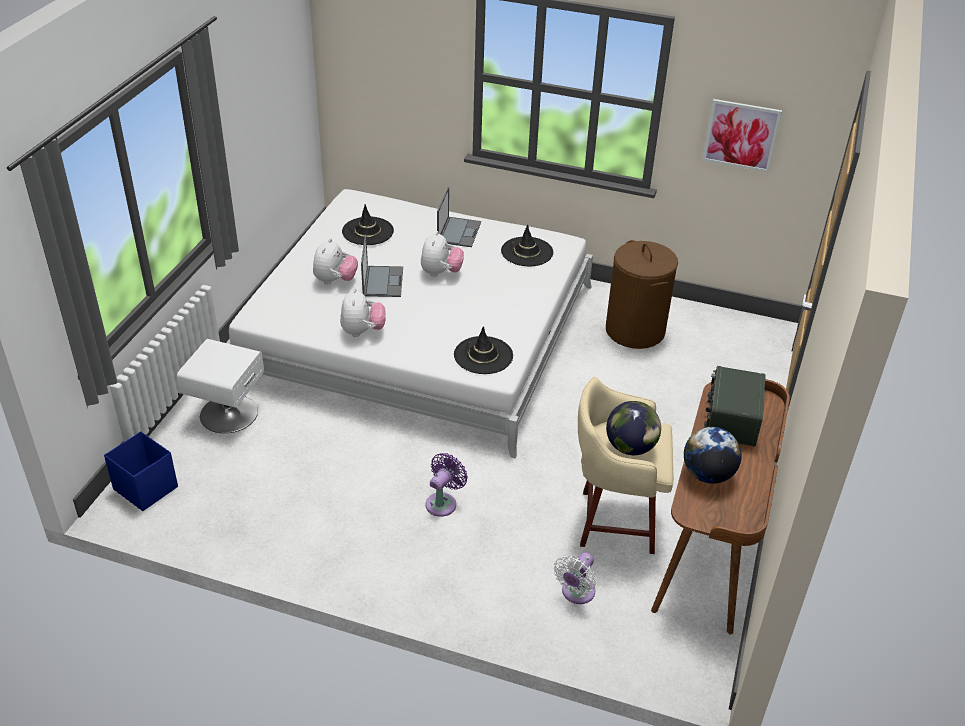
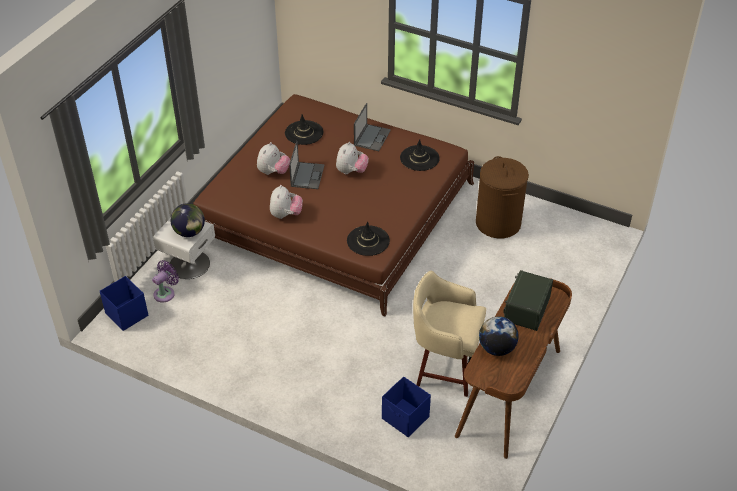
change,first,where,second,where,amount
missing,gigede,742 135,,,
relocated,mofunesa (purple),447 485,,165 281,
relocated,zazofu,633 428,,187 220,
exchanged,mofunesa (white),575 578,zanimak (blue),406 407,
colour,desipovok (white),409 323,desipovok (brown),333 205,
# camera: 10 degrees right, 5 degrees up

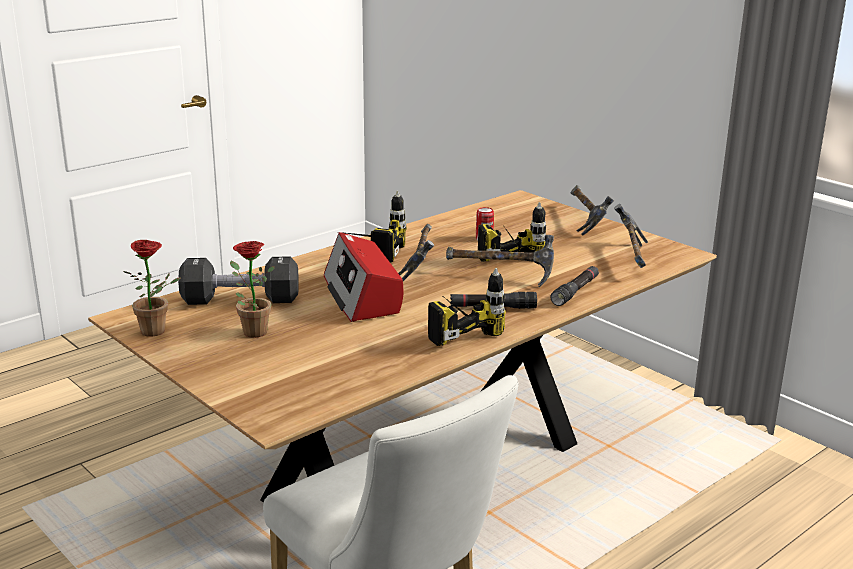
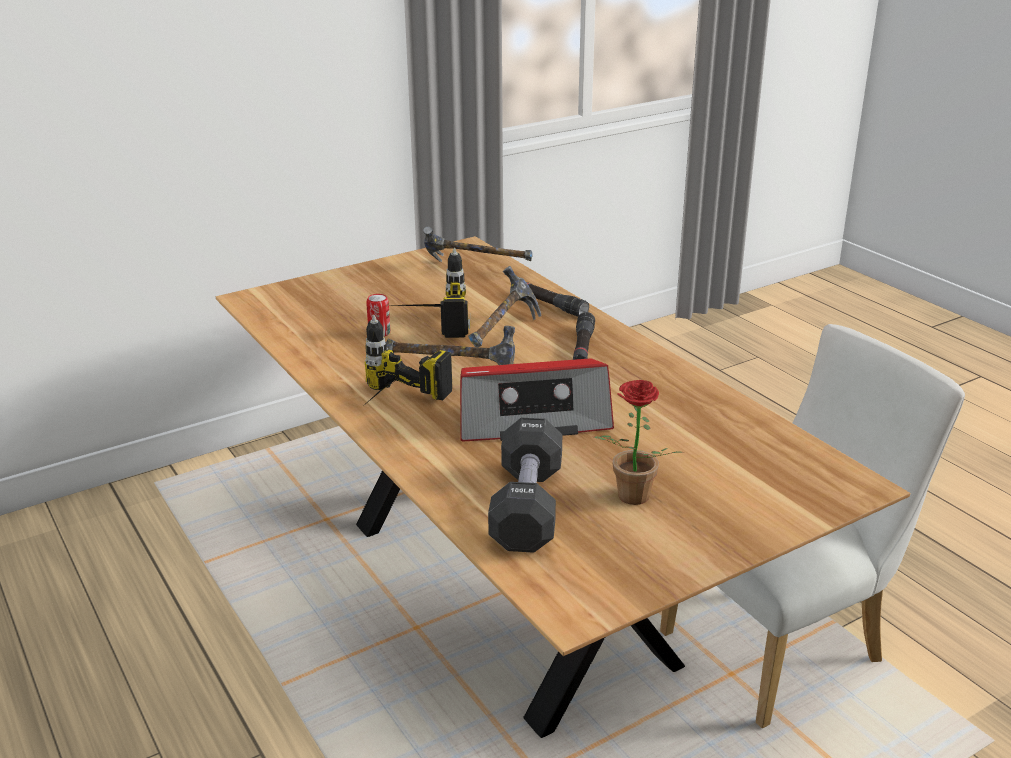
change,first,where,second,where,amount
missing,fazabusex,152 288,,,
missing,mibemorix,467 307,,,
missing,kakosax,592 210,,,
# camera: 80 degrees left, 5 degrees up

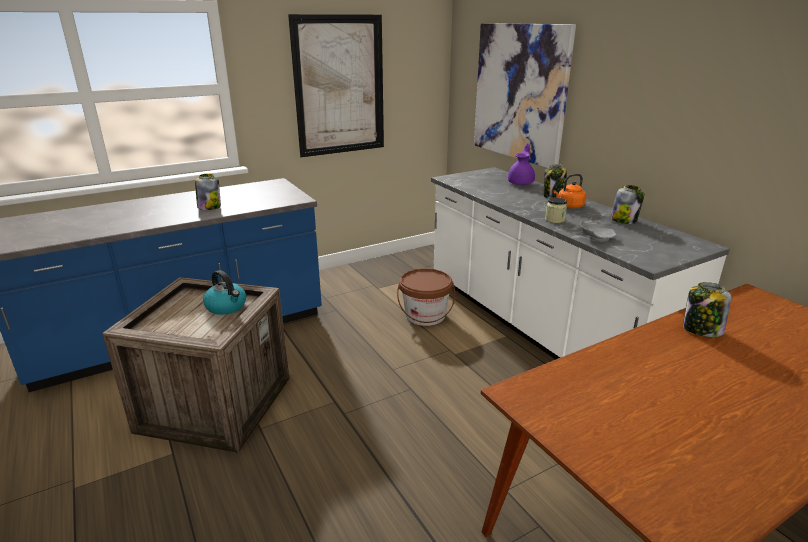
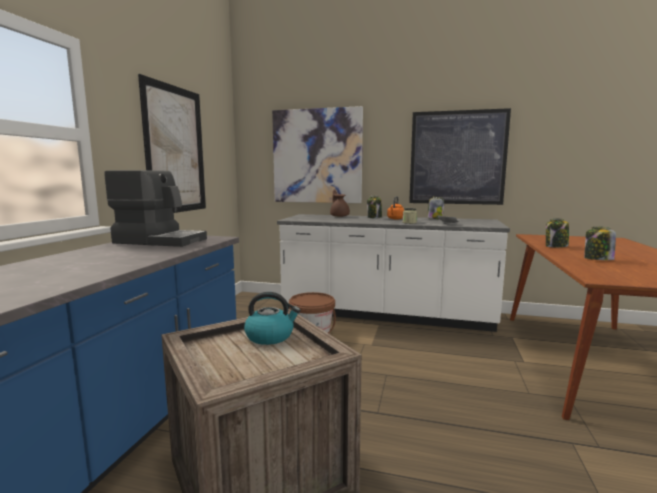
change,first,where,second,where,amount
appeared,,,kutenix,155 208,
appeared,,,gigede,460 156,
relocated,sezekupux,208 192,,600 243,
colour,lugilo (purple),521 164,lugilo (brown),340 203,
# camera: 45 degrees left, 15 degrees down

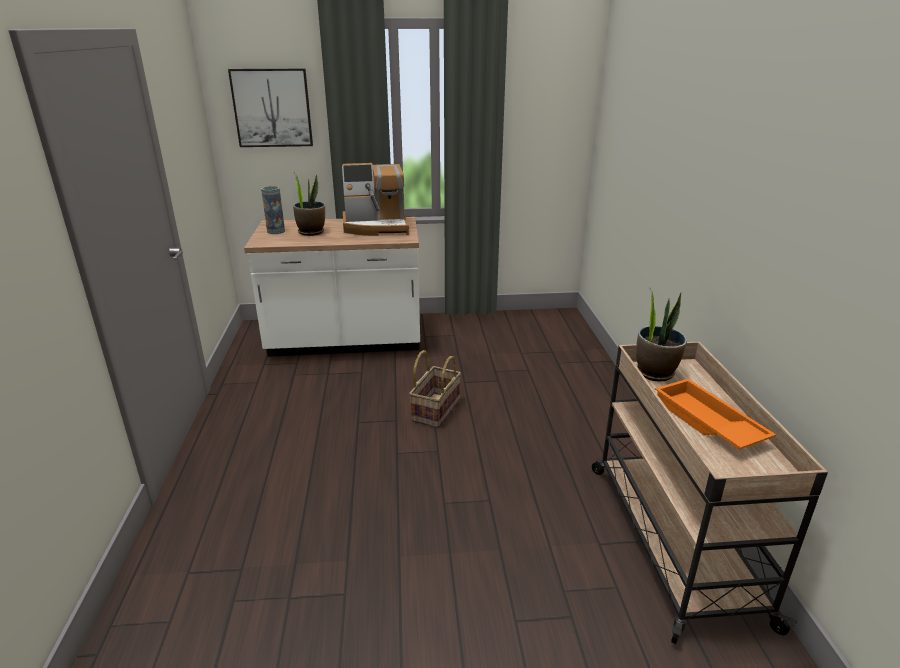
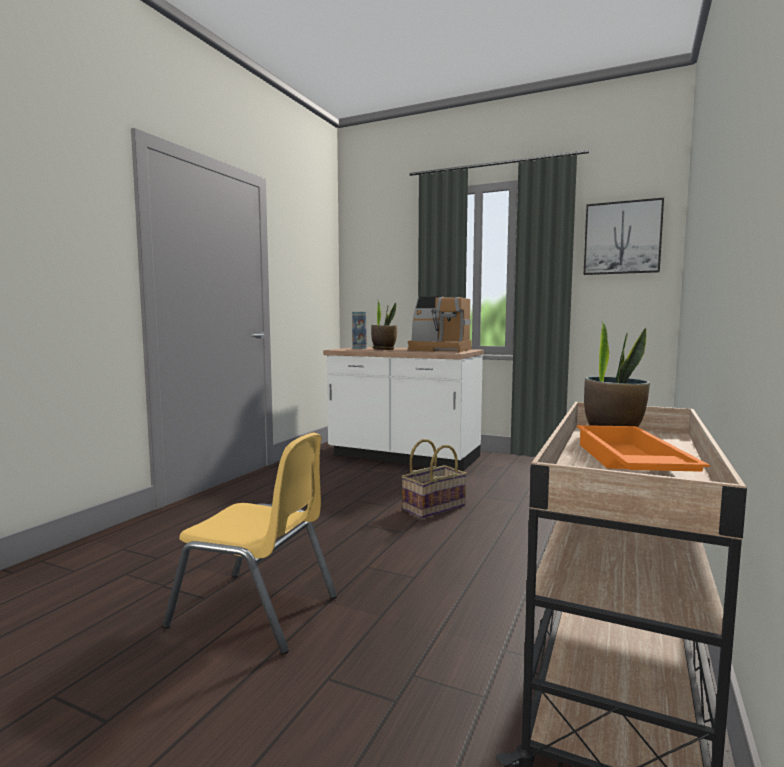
change,first,where,second,where,amount
appeared,,,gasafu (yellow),250 544,
relocated,gigede,270 108,,624 236,
# camera: 30 degrees right, 20 degrees down

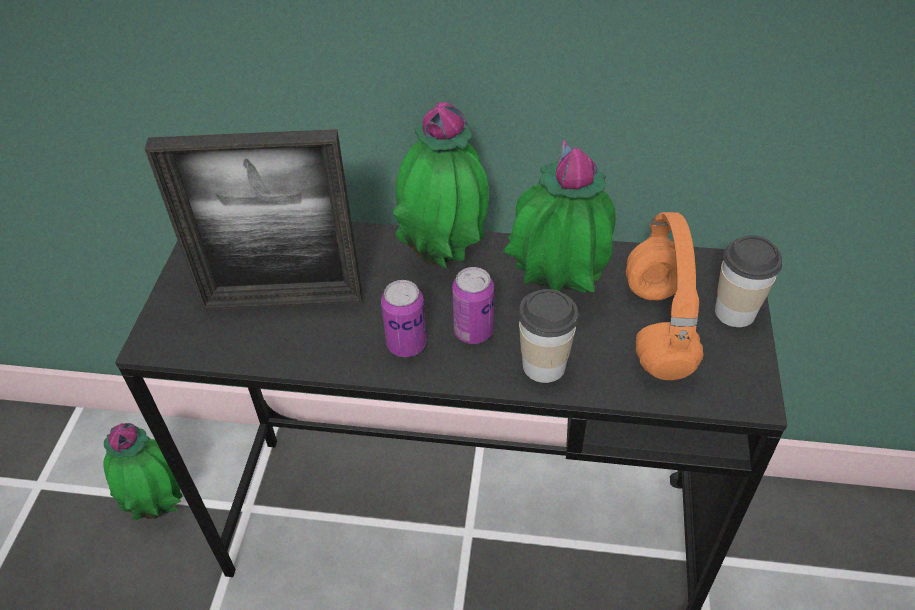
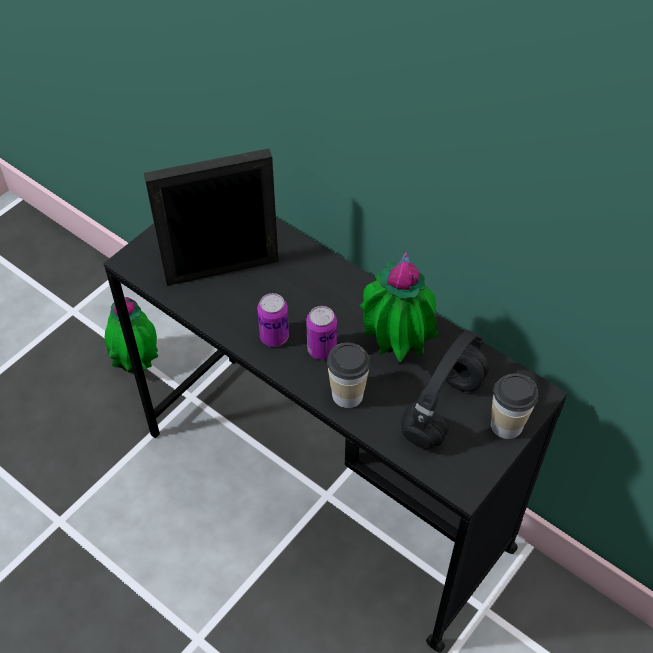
change,first,where,second,where,amount
missing,fazabusex,441 185,,,
colour,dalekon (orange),664 296,dalekon (black),445 389,
spun,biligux,253 219,,211 217,135 degrees clockwise
# camera: 30 degrees right, 5 degrees up

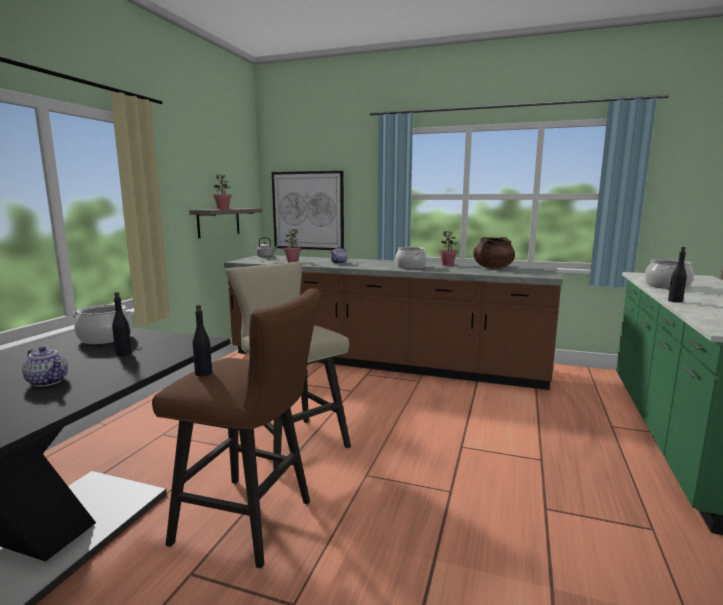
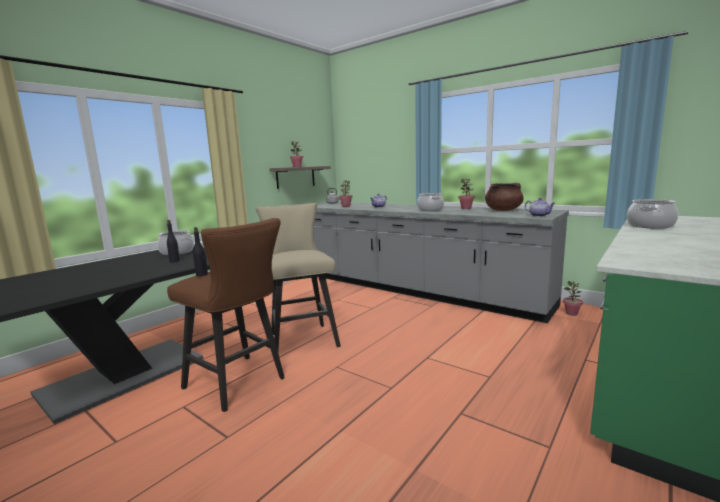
change,first,where,second,where,amount
missing,gigede,308 210,,,
missing,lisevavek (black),677 275,,,
appeared,,,fazabusex,573 298,
relocated,lugilo,45 366,,540 207,
colour,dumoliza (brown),393 322,dumoliza (grey),441 262,
# camera: 20 degrees right, 0 degrees up

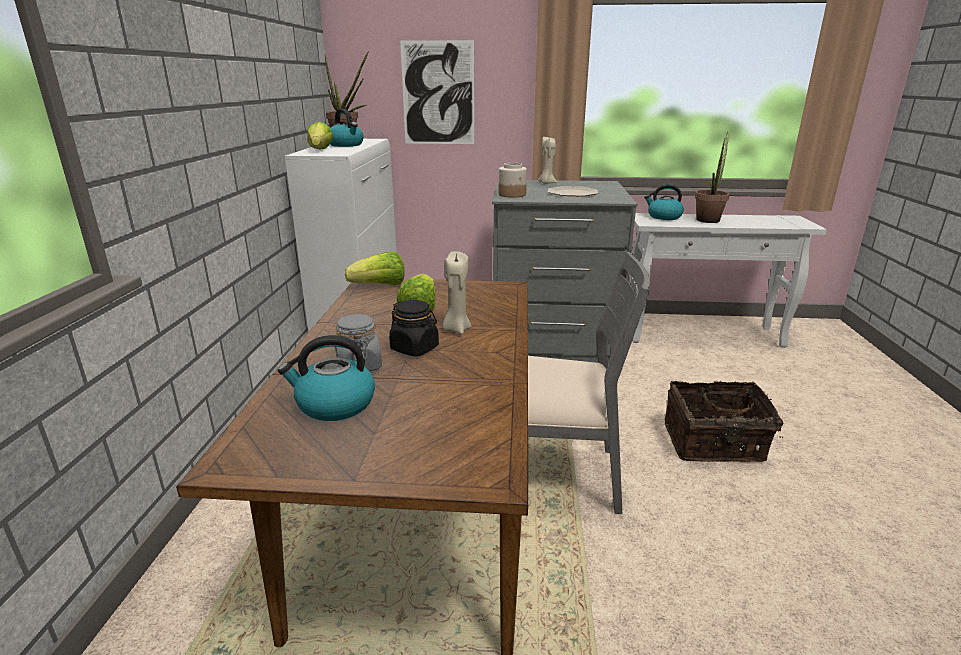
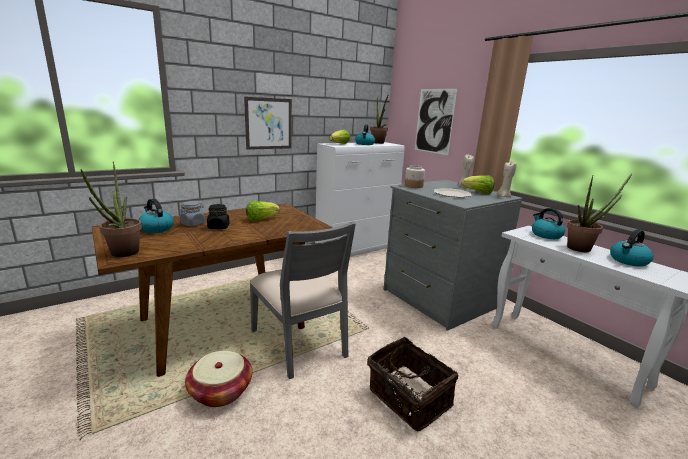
change,first,where,second,where,amount
appeared,,,fazabusex,111 209,
appeared,,,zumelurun,218 379,
appeared,,,gigede,268 123,
appeared,,,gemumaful,632 248,
relocated,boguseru,375 268,,478 184,
relocated,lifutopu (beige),456 292,,507 179,
# camera: 50 degrees right, 5 degrees down

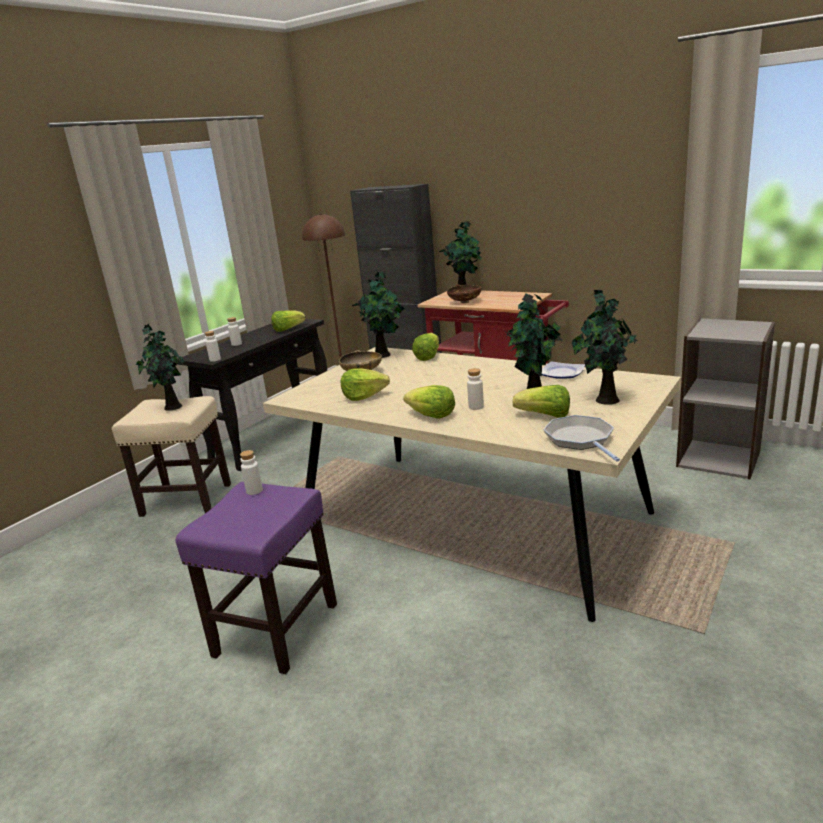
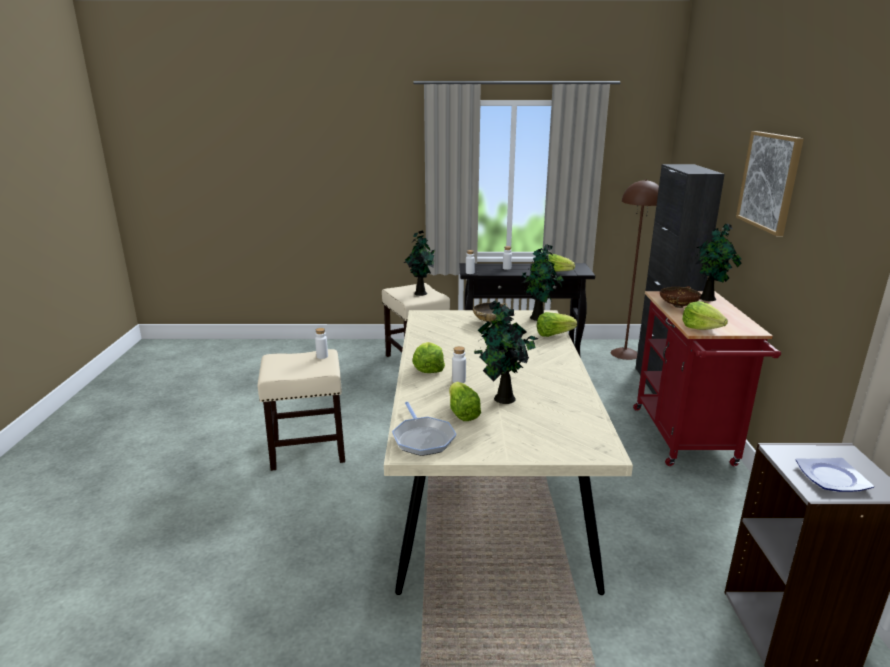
change,first,where,second,where,amount
missing,fazabusex,605 347,,,
appeared,,,gigede,770 183,
relocated,boguseru,365 384,,705 315,
relocated,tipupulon,563 370,,835 475,
colour,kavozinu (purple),256 578,kavozinu (beige),301 410,
spun,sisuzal,581 438,,424 429,120 degrees clockwise
# camera: 55 degrees right, 0 degrees up

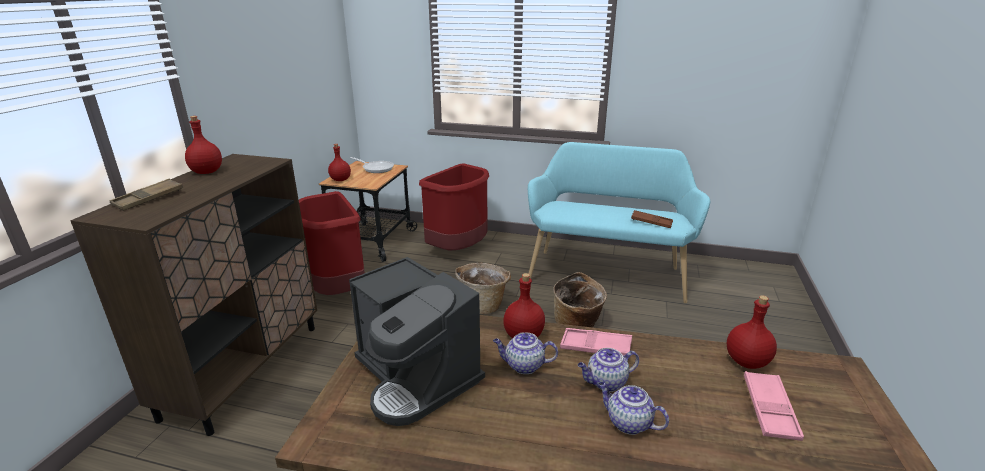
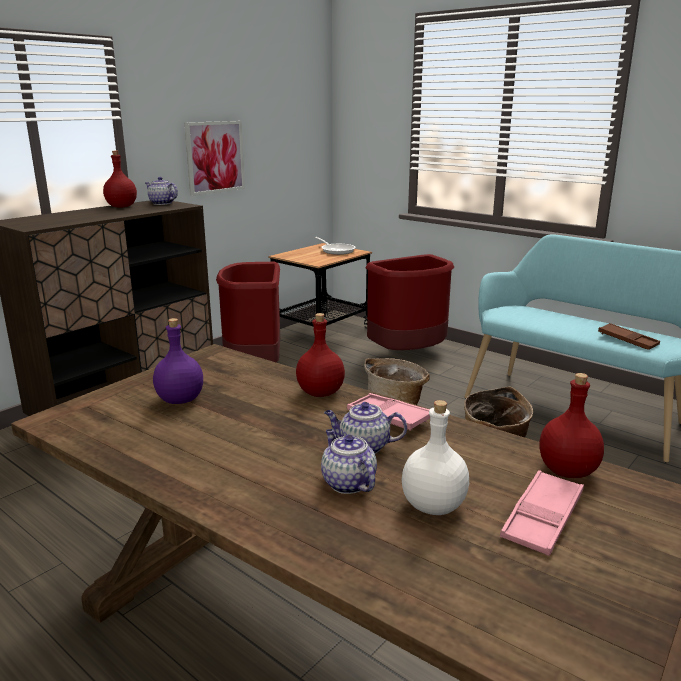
change,first,where,second,where,amount
missing,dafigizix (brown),146 195,,,
missing,lisevavek (red),339 162,,,
appeared,,,gigede,215 158,
appeared,,,lisevavek (white),435 457,
relocated,lugilo,525 353,,161 191,
exchanged,kutenix,417 341,lisevavek (purple),178 361,
# camera: 25 degrees right, 5 degrees down

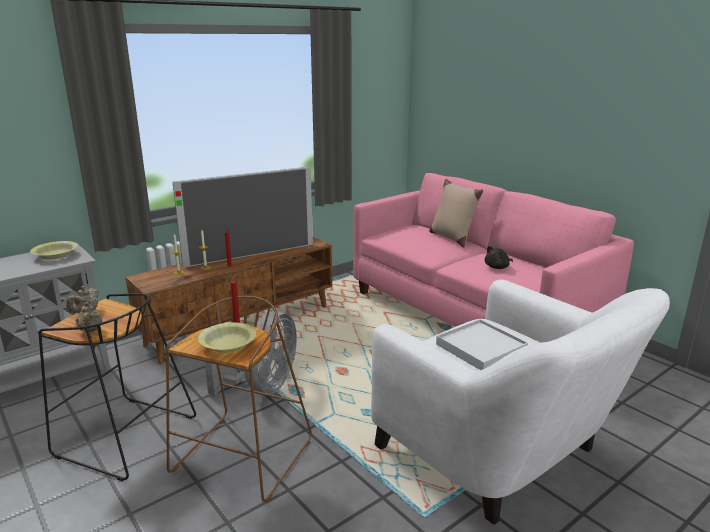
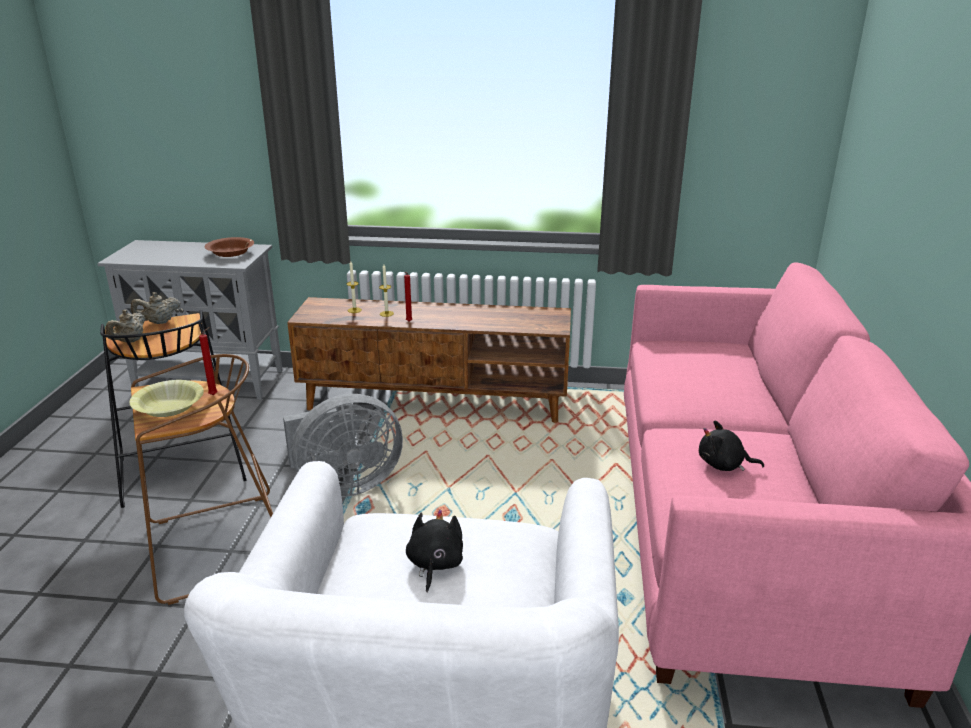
change,first,where,second,where,amount
missing,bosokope,243 217,,,
missing,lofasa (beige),456 213,,,
exchanged,dafigizix (white),482 344,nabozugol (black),434 551,
colour,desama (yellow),54 250,desama (brown),229 247,
# camera: 45 degrees right, 5 degrees up

